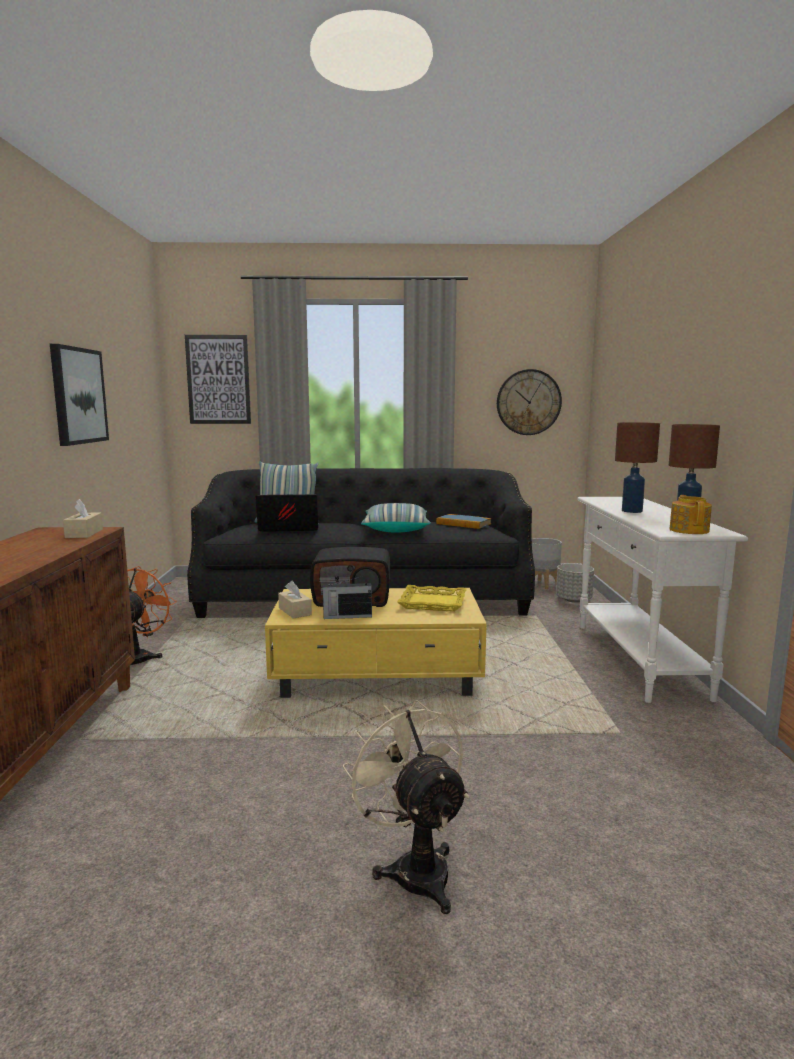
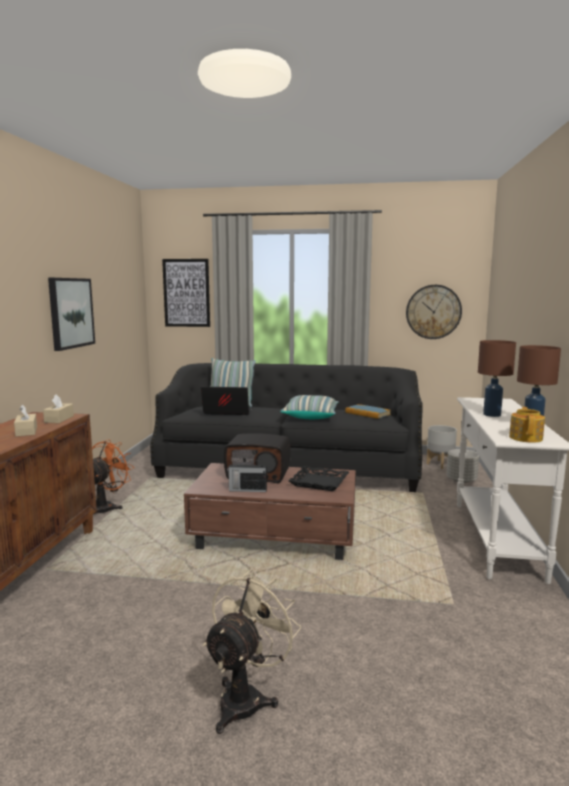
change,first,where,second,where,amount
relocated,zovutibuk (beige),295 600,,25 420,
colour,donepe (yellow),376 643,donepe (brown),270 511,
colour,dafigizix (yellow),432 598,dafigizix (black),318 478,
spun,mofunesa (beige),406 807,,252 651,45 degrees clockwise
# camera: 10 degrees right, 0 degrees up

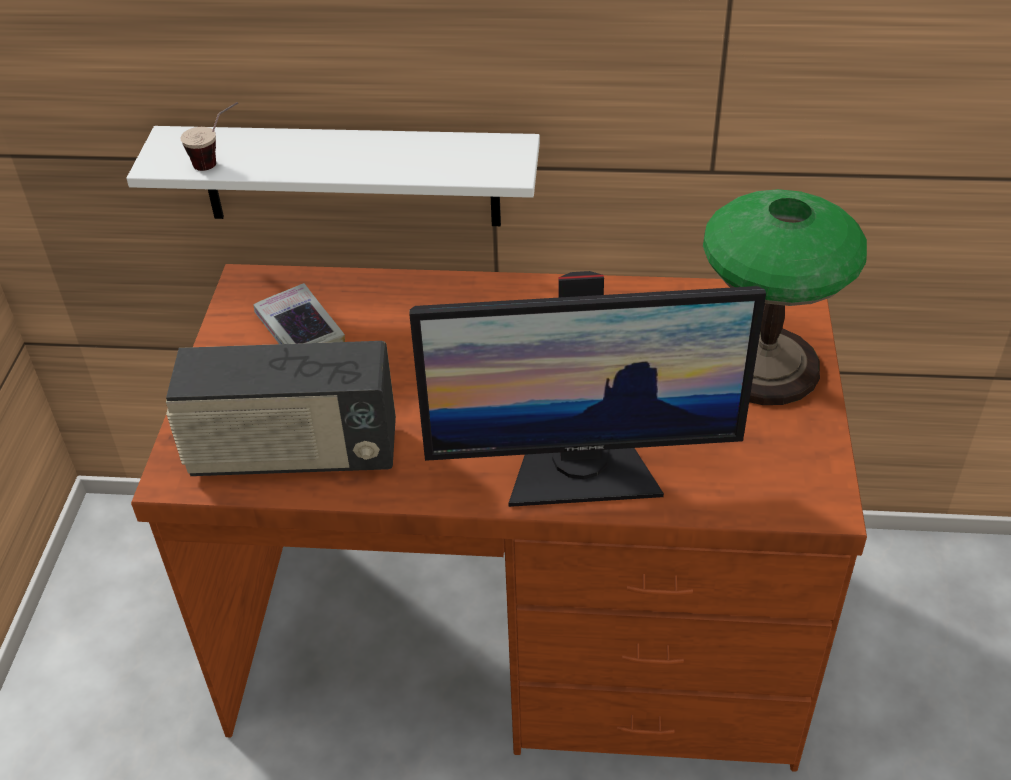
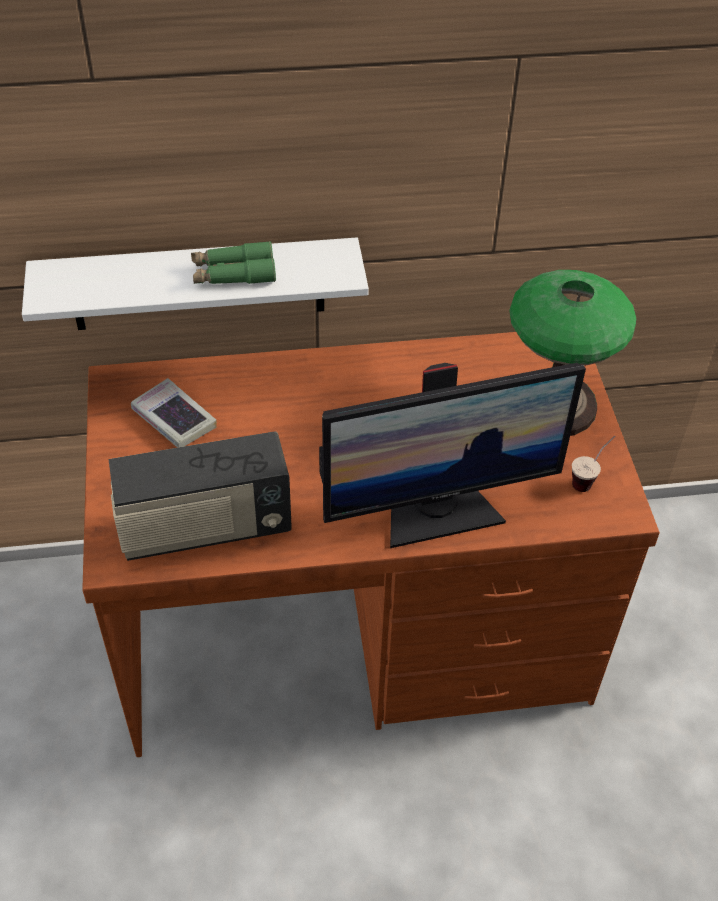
change,first,where,second,where,amount
appeared,,,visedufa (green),233 262,
relocated,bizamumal,209 136,,594 464,
# camera: 15 degrees left, 5 degrees up

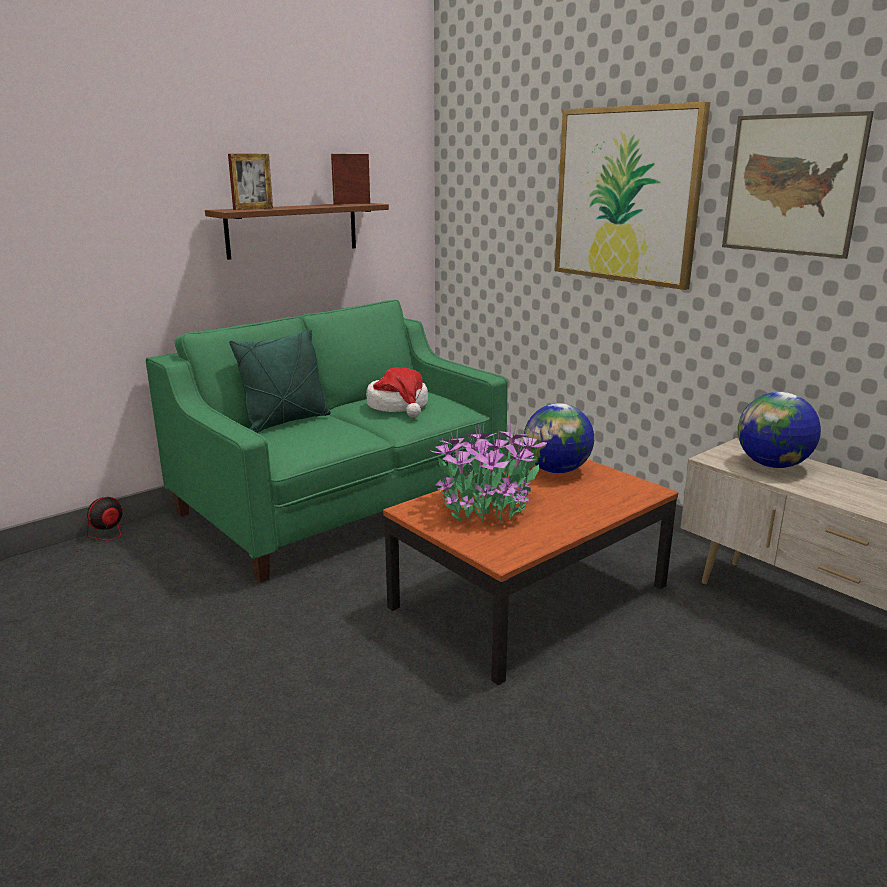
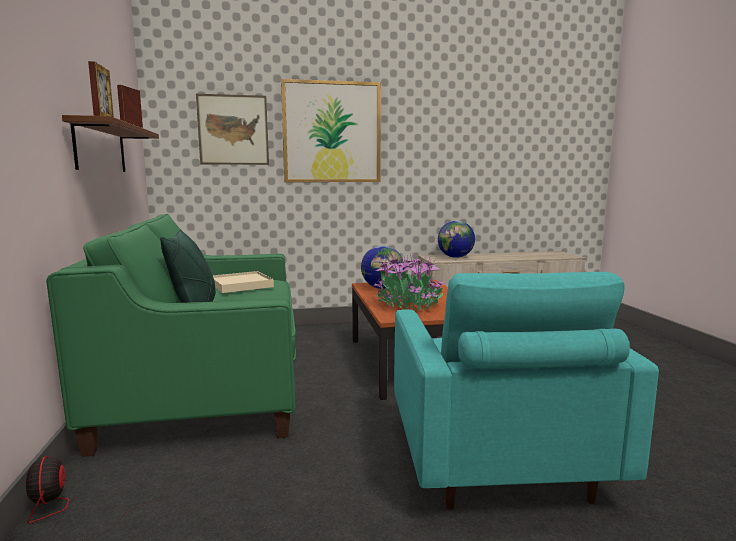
change,first,where,second,where,amount
appeared,,,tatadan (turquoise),526 391,
relocated,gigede,798 185,,232 129,
exchanged,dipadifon,397 392,dafigizix (beige),243 282,
# camera: 60 degrees left, 10 degrees down

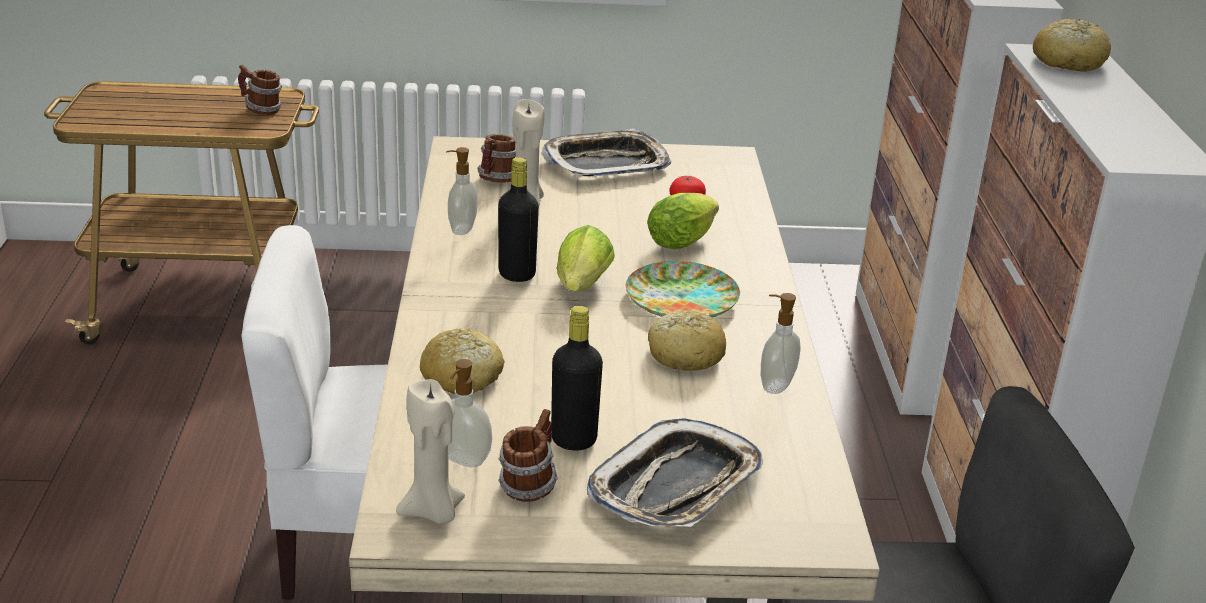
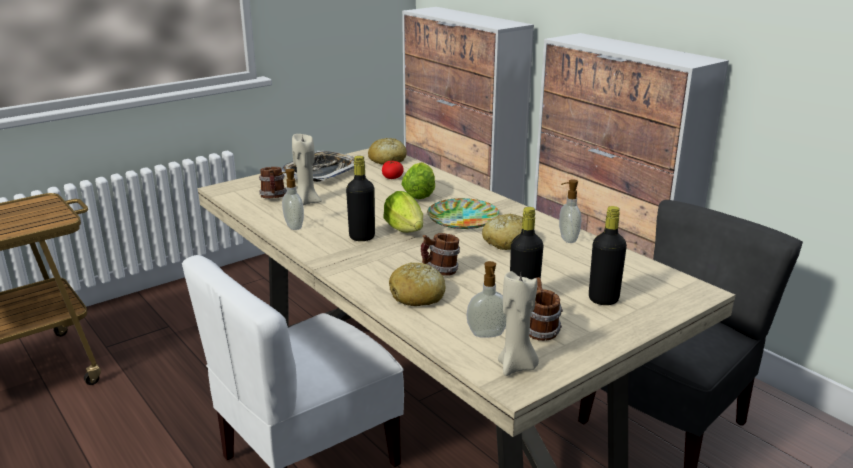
change,first,where,second,where,amount
relocated,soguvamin,260 90,,440 254,
relocated,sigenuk,1072 45,,387 151,
exchanged,dafigizix,675 472,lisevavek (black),608 255,
# camera: 35 degrees left, 5 degrees down

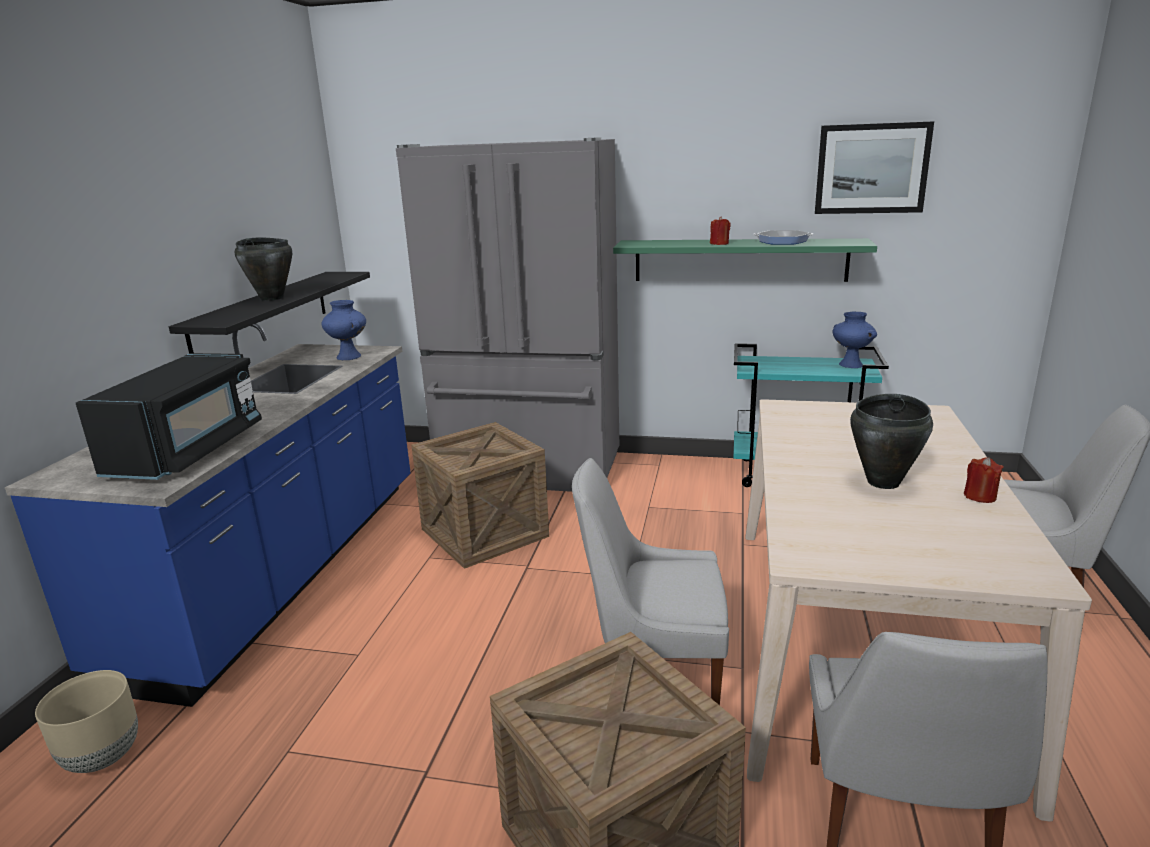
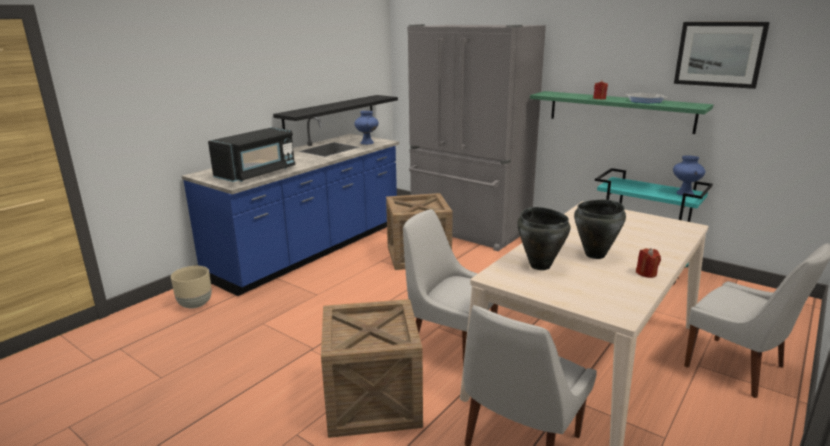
change,first,where,second,where,amount
relocated,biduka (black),263 269,,543 238,
# camera: 25 degrees right, 0 degrees up

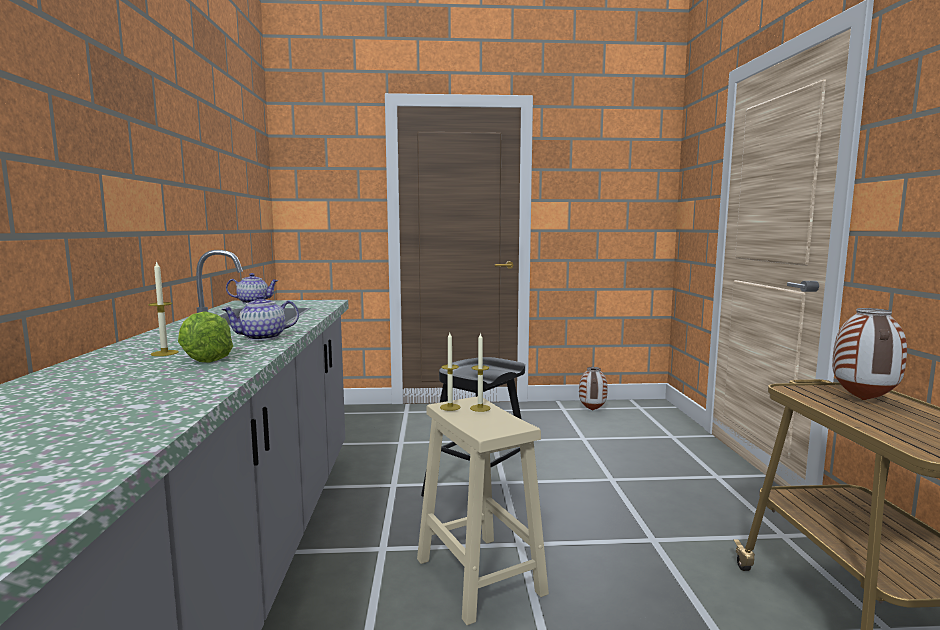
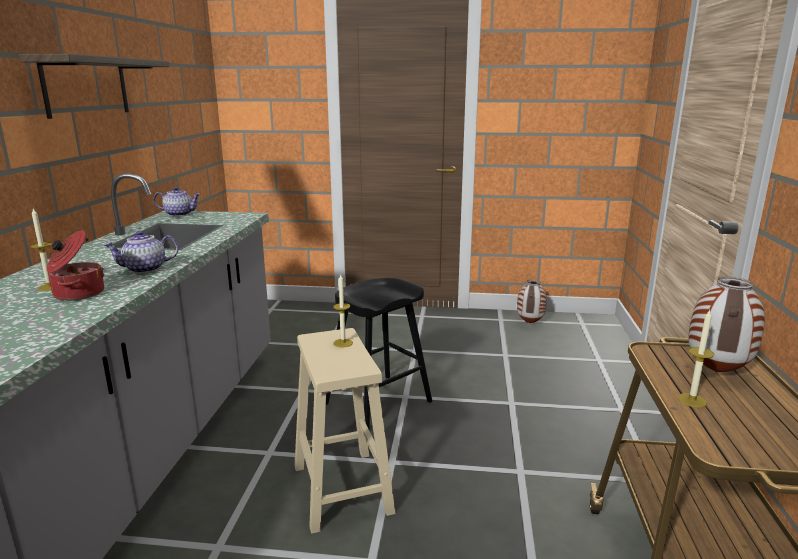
change,first,where,second,where,amount
appeared,,,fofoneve,94 86,
relocated,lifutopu,450 372,,696 358,
exchanged,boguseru,205 337,biduka,76 265,
# camera: 10 degrees right, 10 degrees up

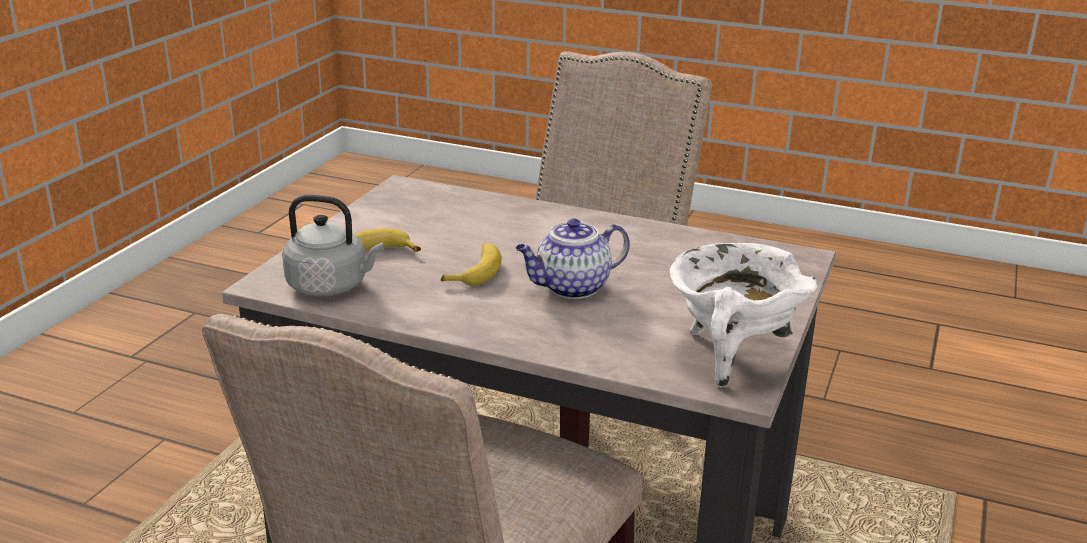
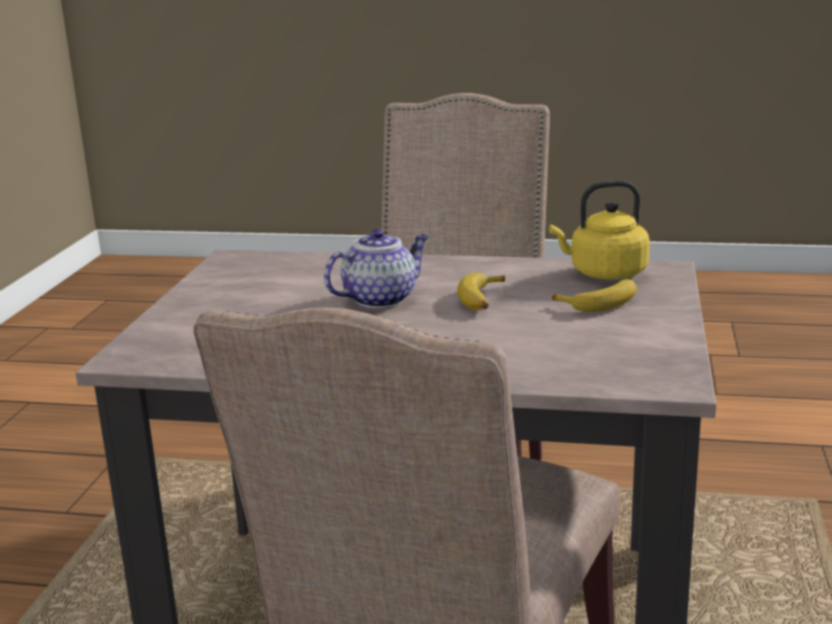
change,first,where,second,where,amount
missing,biduka (white),744 315,,,
colour,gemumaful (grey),333 245,gemumaful (yellow),599 229,
# camera: 170 degrees right, 5 degrees down

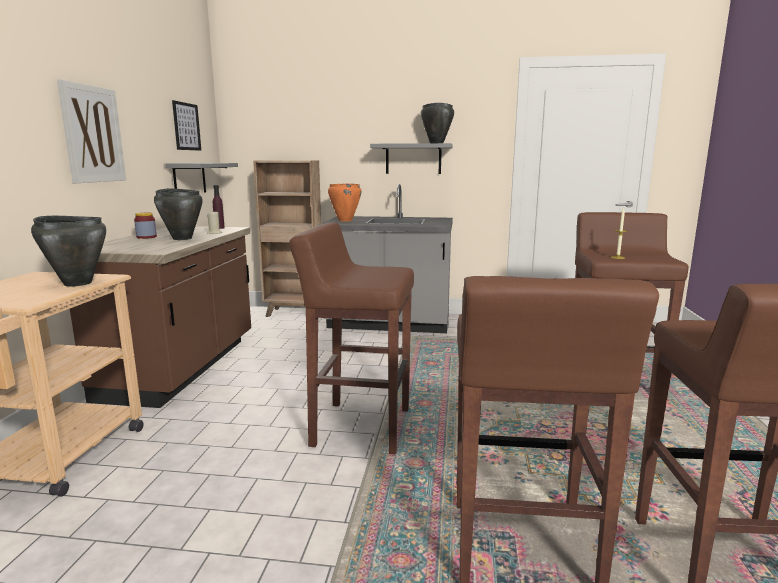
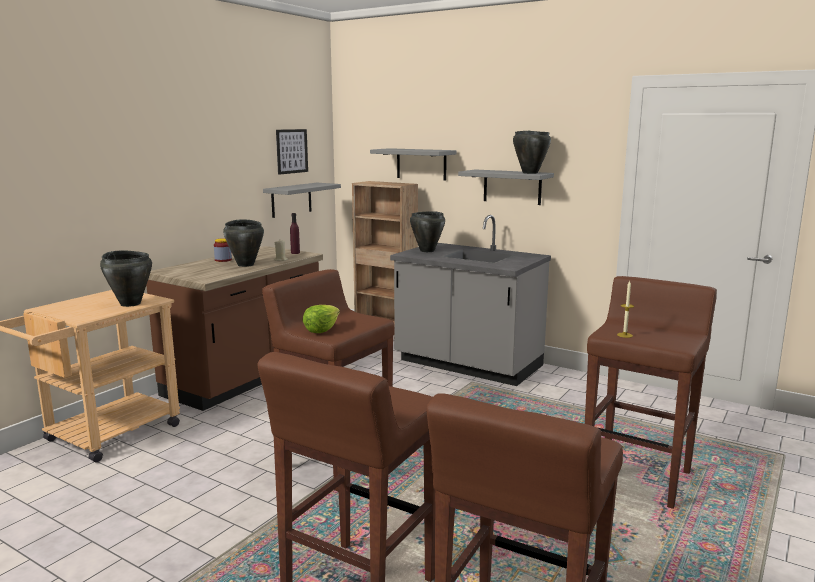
change,first,where,second,where,amount
missing,gigede,91 131,,,
appeared,,,boguseru,321 319,
appeared,,,fofoneve (grey),413 164,
colour,biduka (orange),345 202,biduka (black),427 231,
# camera: 25 degrees right, 0 degrees up

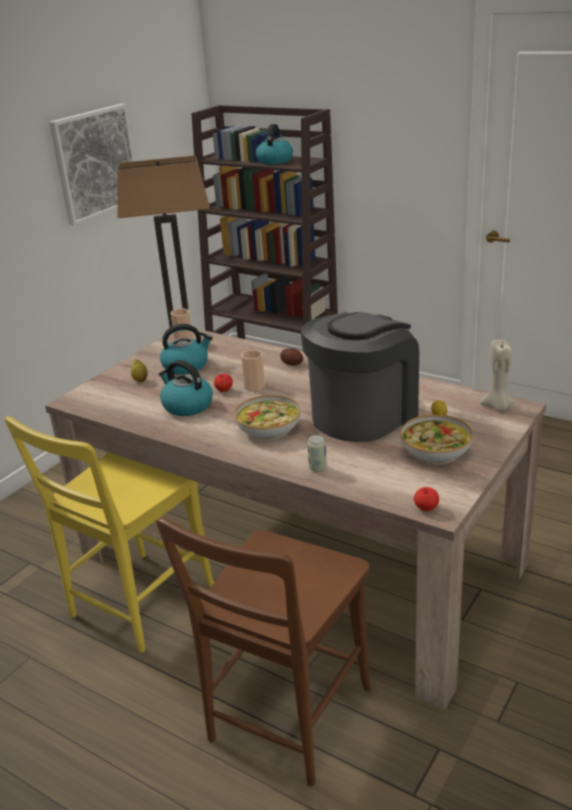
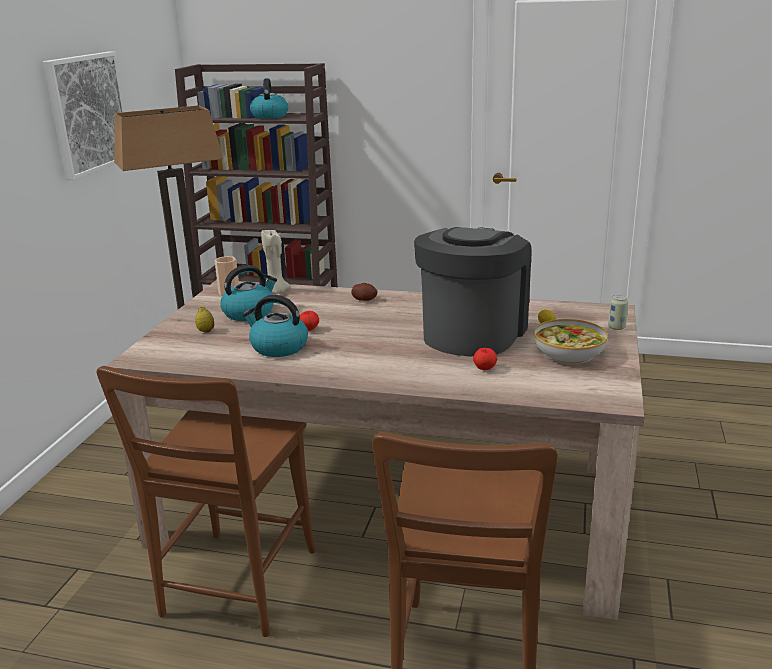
change,first,where,second,where,amount
missing,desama,267 417,,,
missing,bizamumal,253 370,,,
relocated,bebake,317 453,,618 312,
relocated,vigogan,426 499,,485 359,
relocated,lifutopu (beige),497 375,,276 262,
colour,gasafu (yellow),109 534,gasafu (brown),206 501,
# camera: 20 degrees left, 5 degrees down

